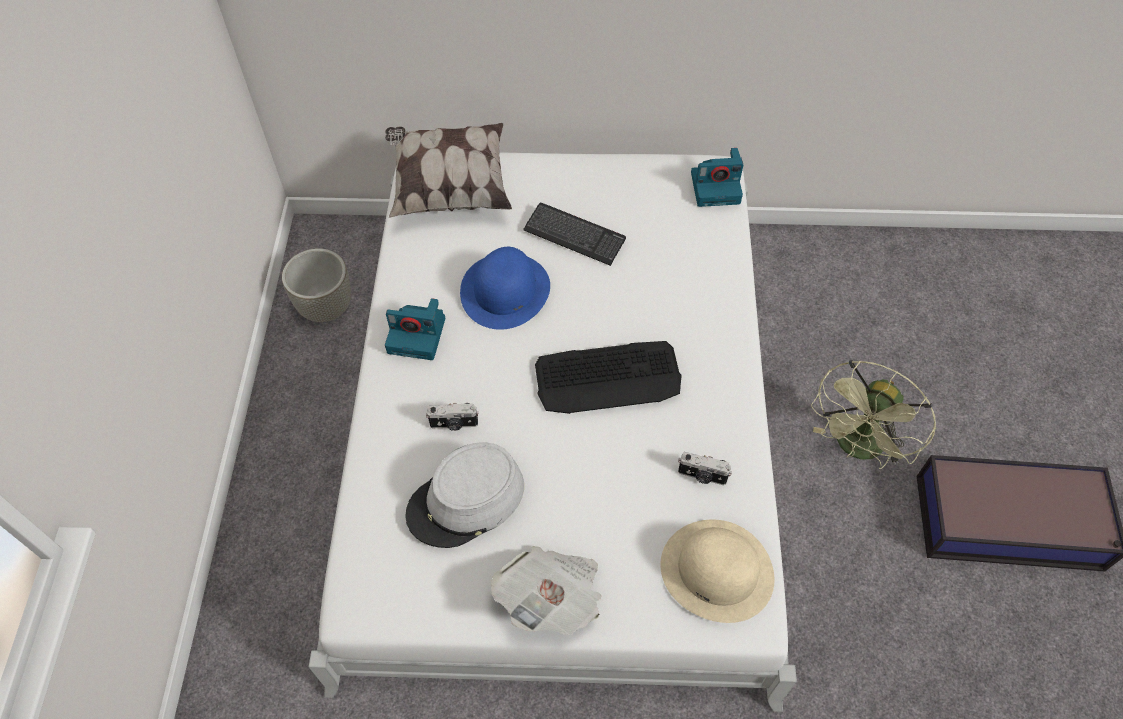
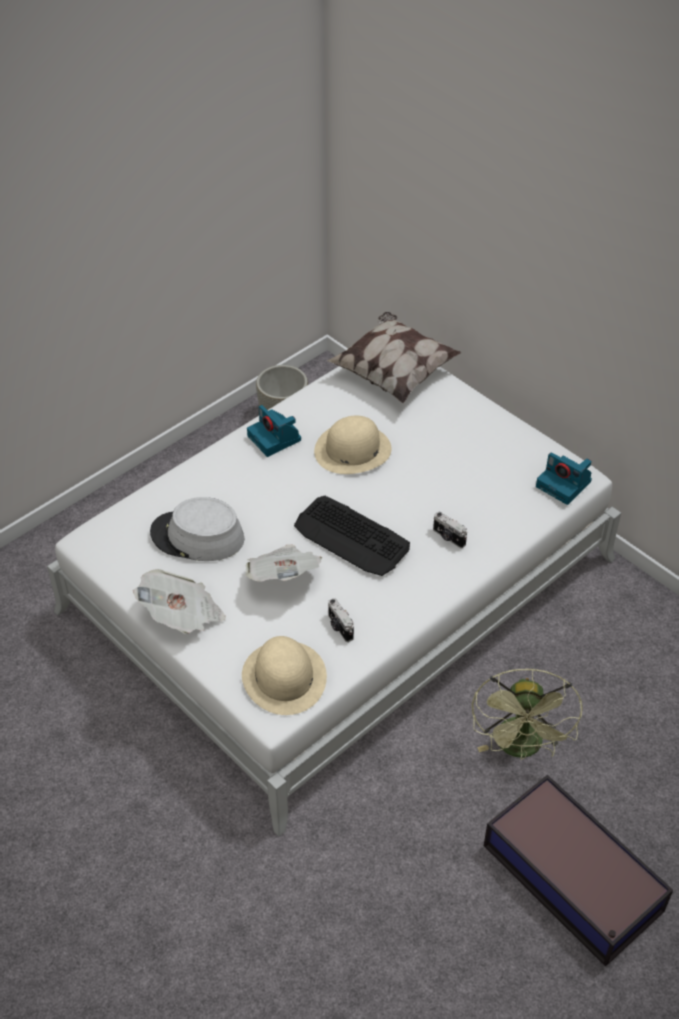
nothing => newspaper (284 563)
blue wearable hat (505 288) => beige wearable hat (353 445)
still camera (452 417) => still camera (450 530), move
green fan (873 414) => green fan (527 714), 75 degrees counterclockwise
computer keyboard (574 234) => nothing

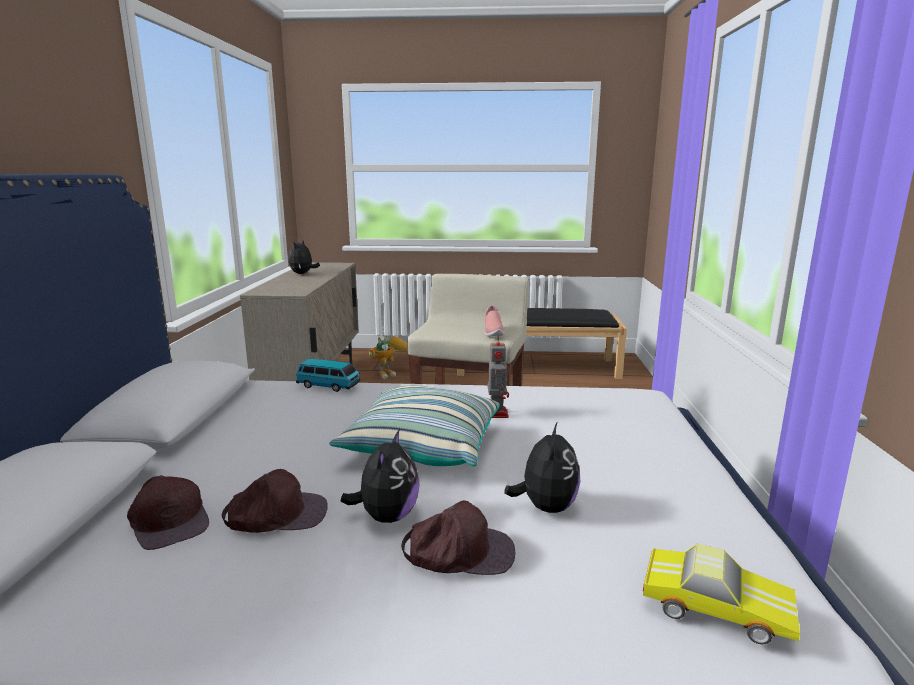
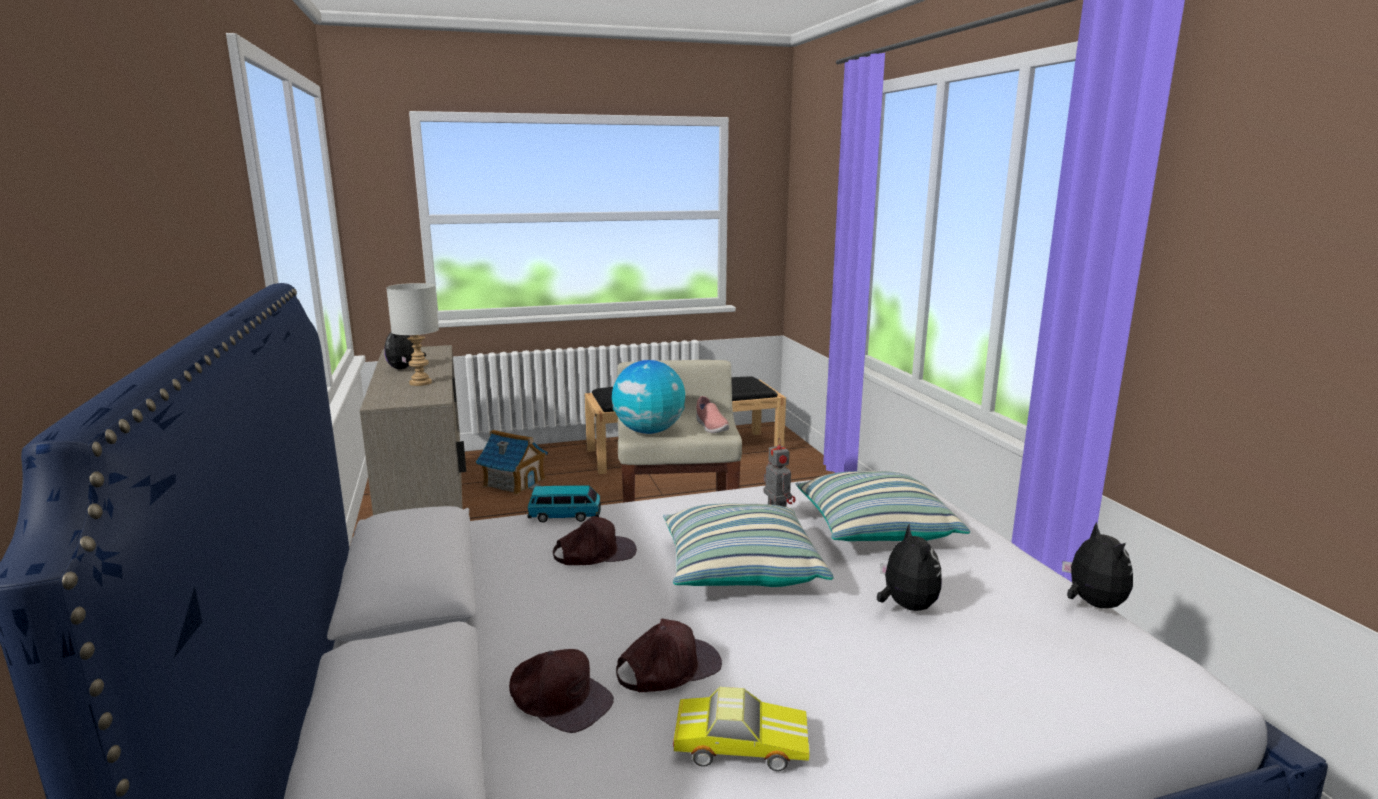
nothing => greyish table lamp (412 334)
model robot (388 357) => toy house (512 462)
brown baseball cap (458 537) => brown baseball cap (595 540), move
nothing => desk globe (648 397)
toy car (721 593) => toy car (741 729), move
nothing => cushion (883 506)
soft toy (380 476) => soft toy (1097 565), move

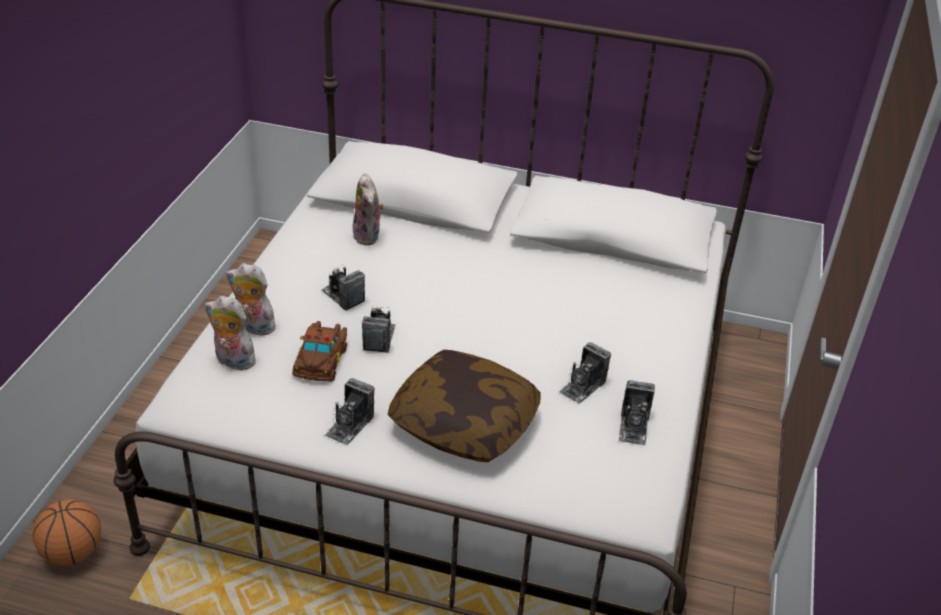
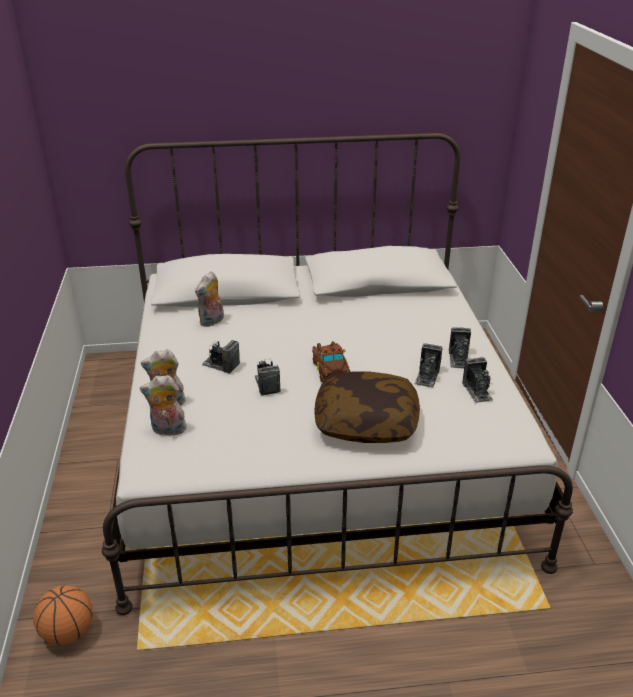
soft toy (368 209) => soft toy (209 299), 75 degrees clockwise
brown toy car (319 351) => brown toy car (331 362), move
still camera (349 411) => still camera (460 347), move

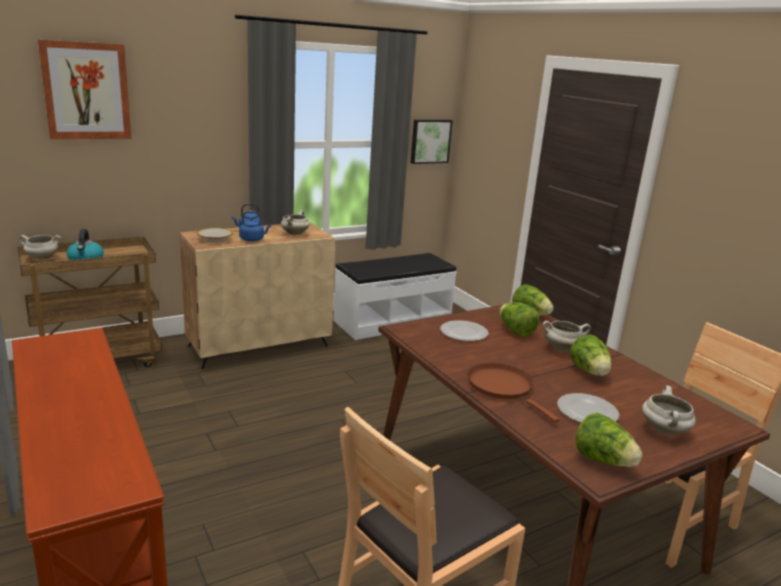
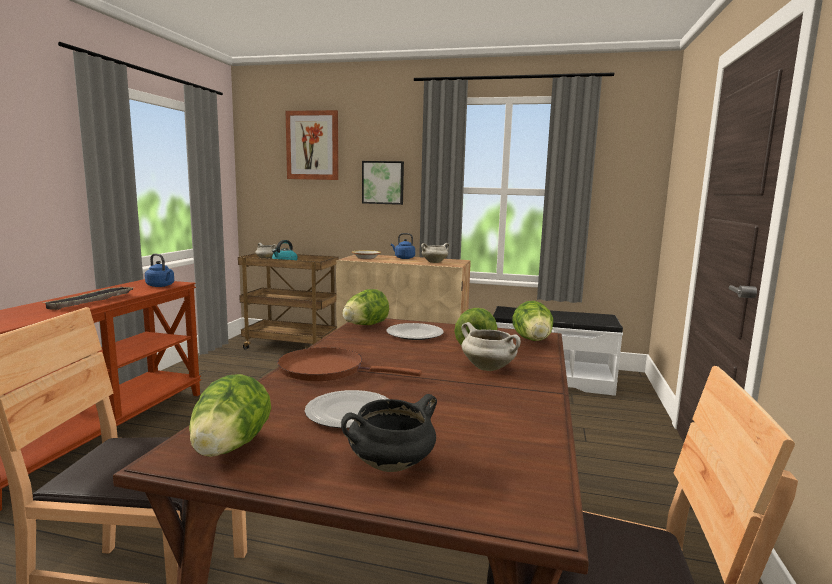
nothing => serving tray (88 298)
blue kettle (255 226) => blue kettle (159 270), move
brown skillet (513 393) => brown skillet (349 364), 90 degrees counterclockwise
white stockpot (669 410) => blackish stockpot (389 433)
head of lettuce (590 355) => head of lettuce (365 307), move
wall art (431 142) => wall art (383 183), move

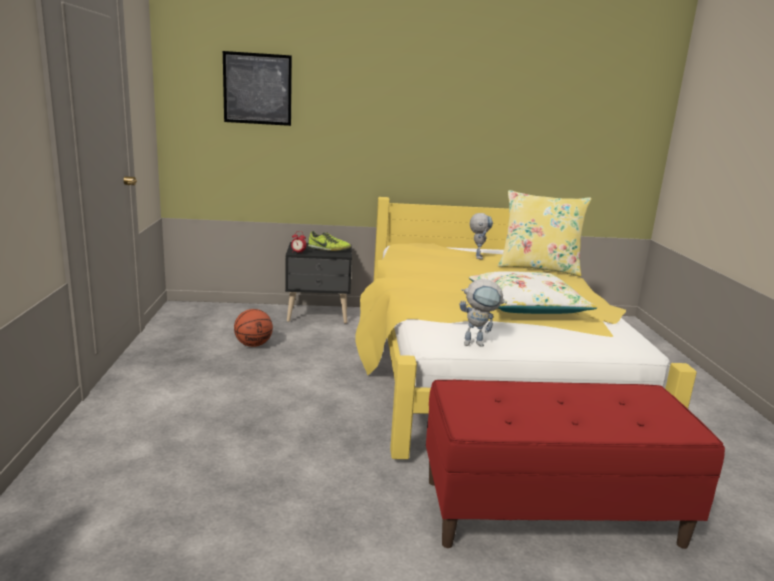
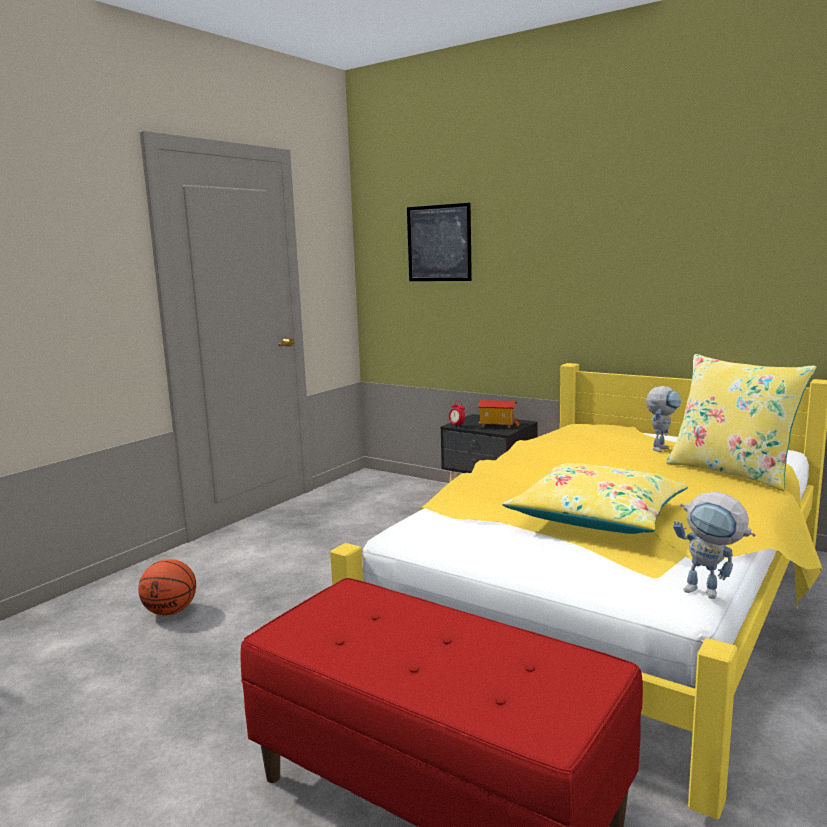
ball for basketball (253 328) => ball for basketball (167 587), move
low shoe (329 241) => toy house (499 414)
white cushion (533 292) => yellow-coloured cushion (595 498)
model robot (483 313) => model robot (714 545), move

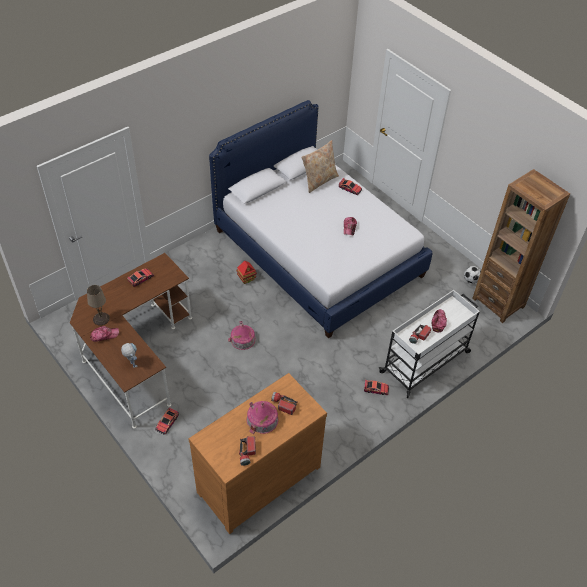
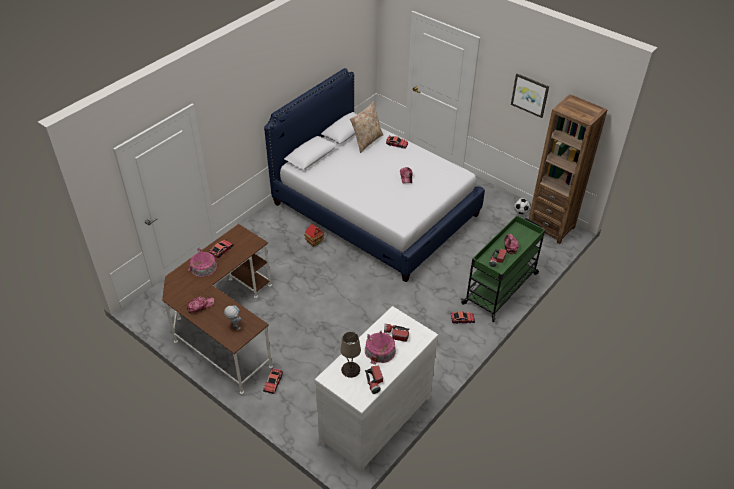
toy house (242 335) => toy house (202 262), move
brown dresser (257 453) => white dresser (376 389)
beige table lamp (98 305) => beige table lamp (350 355), move
white cart (429 344) => green cart (503 268)
nothing => wall art (530 95)

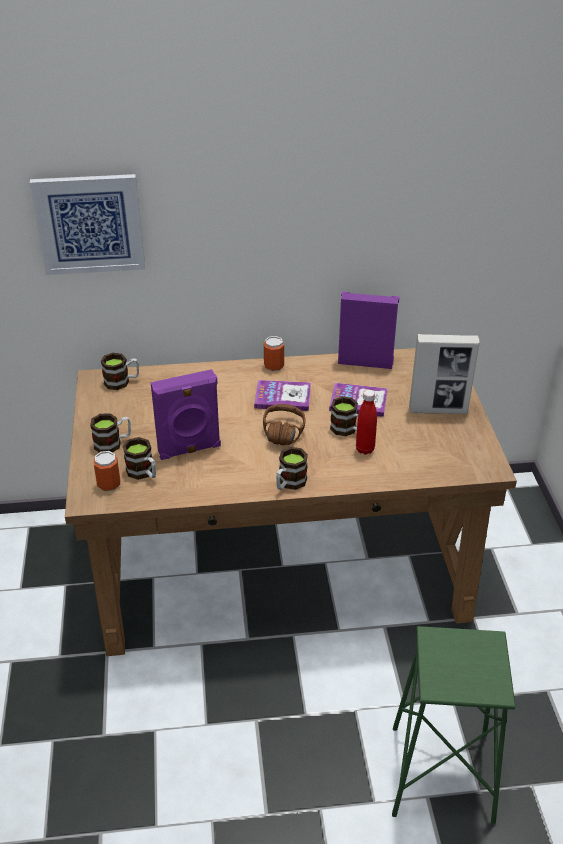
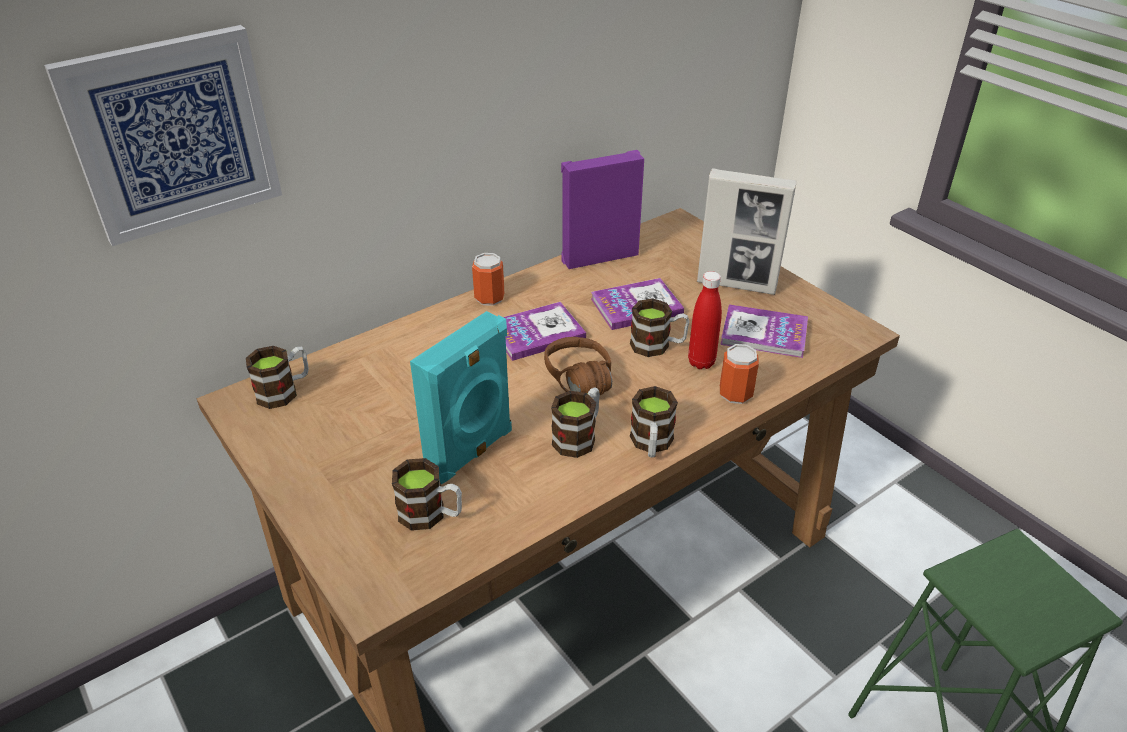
purplish speaker (186 414) => turquoise speaker (461 397)
coffee mug (110 433) => coffee mug (575 422), move
photo frame (444 374) => photo frame (747 231), 45 degrees clockwise
nothing => book (764 331)
metal can (107 471) => metal can (739 374), move

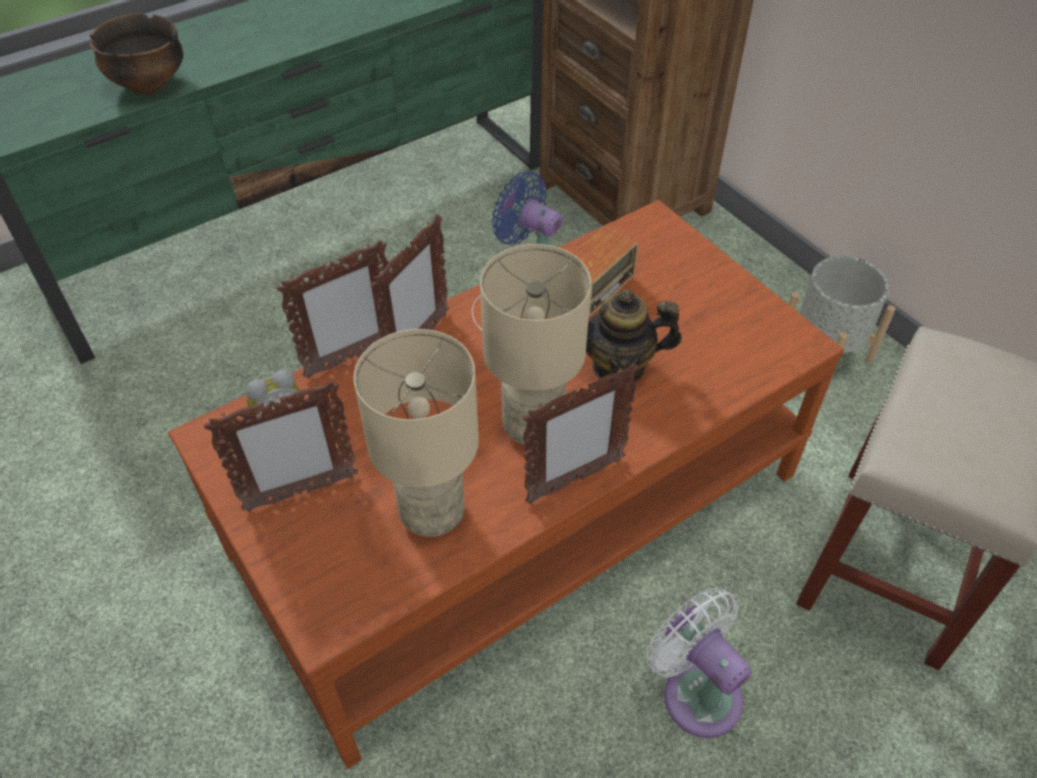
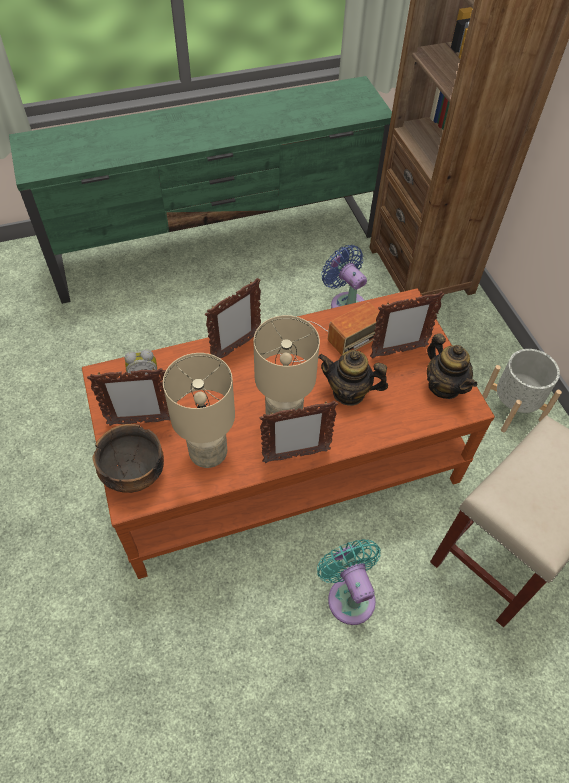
serving bowl (136 54) => serving bowl (128 458), move
white fan (698 663) => turquoise fan (349 582)
photo frame (332 309) => photo frame (407 324), move
nothing => teapot (452 366)

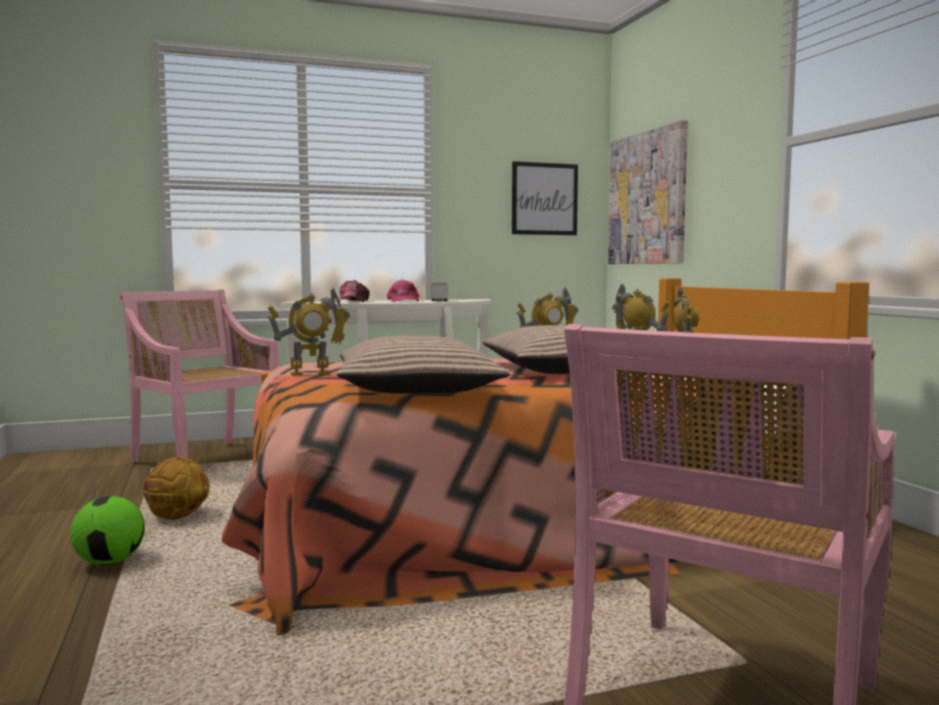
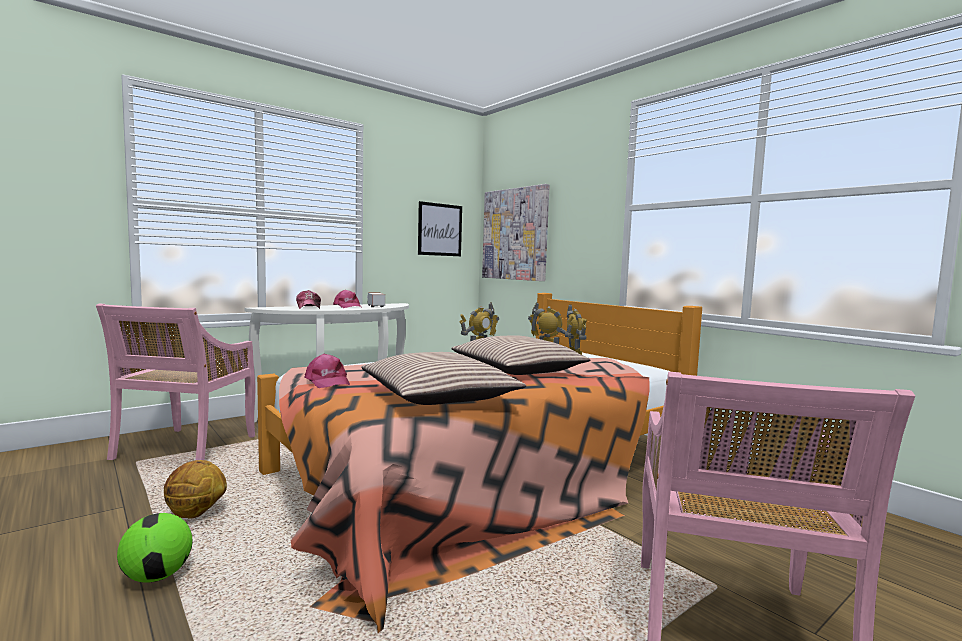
pinkish chair (200 375) => pinkish chair (175 382), 105 degrees counterclockwise
model robot (309 331) => pinkish baseball cap (327 371)

